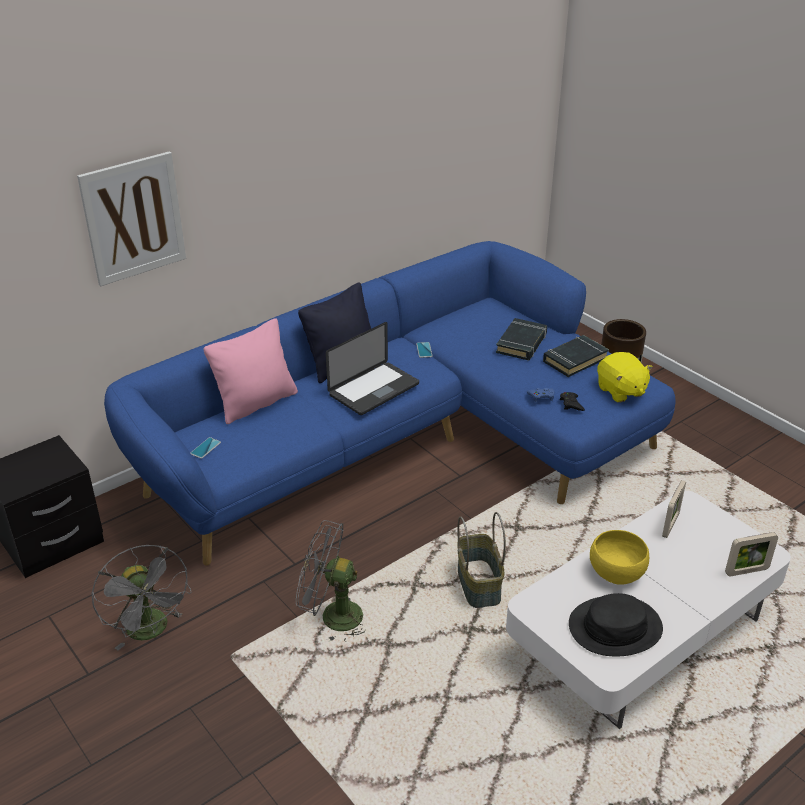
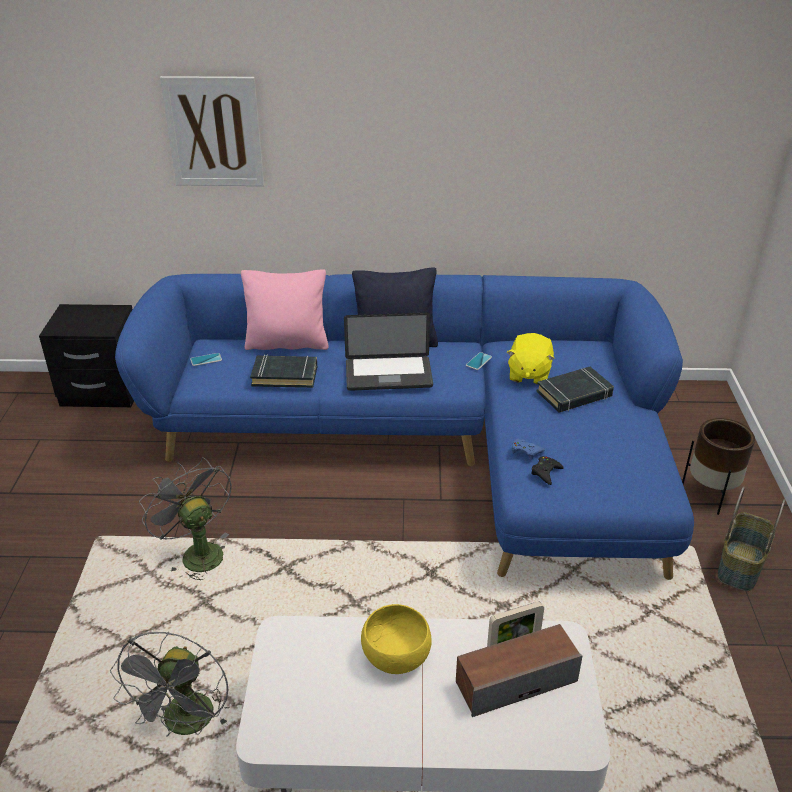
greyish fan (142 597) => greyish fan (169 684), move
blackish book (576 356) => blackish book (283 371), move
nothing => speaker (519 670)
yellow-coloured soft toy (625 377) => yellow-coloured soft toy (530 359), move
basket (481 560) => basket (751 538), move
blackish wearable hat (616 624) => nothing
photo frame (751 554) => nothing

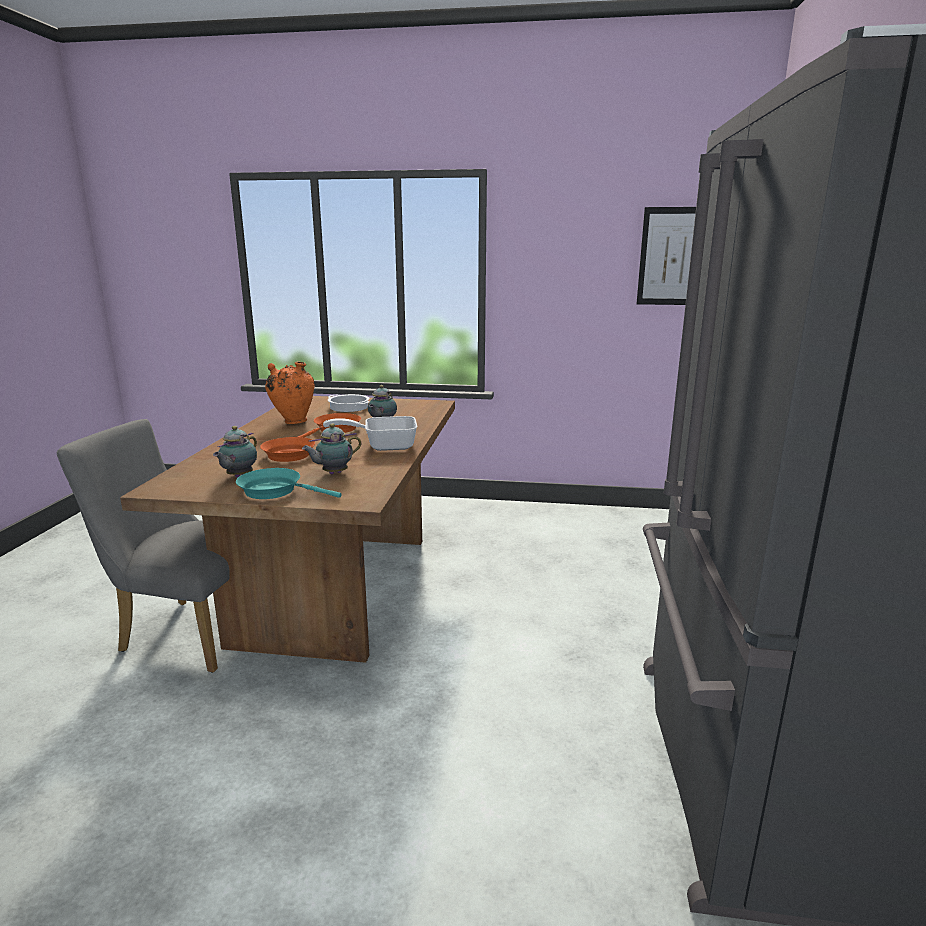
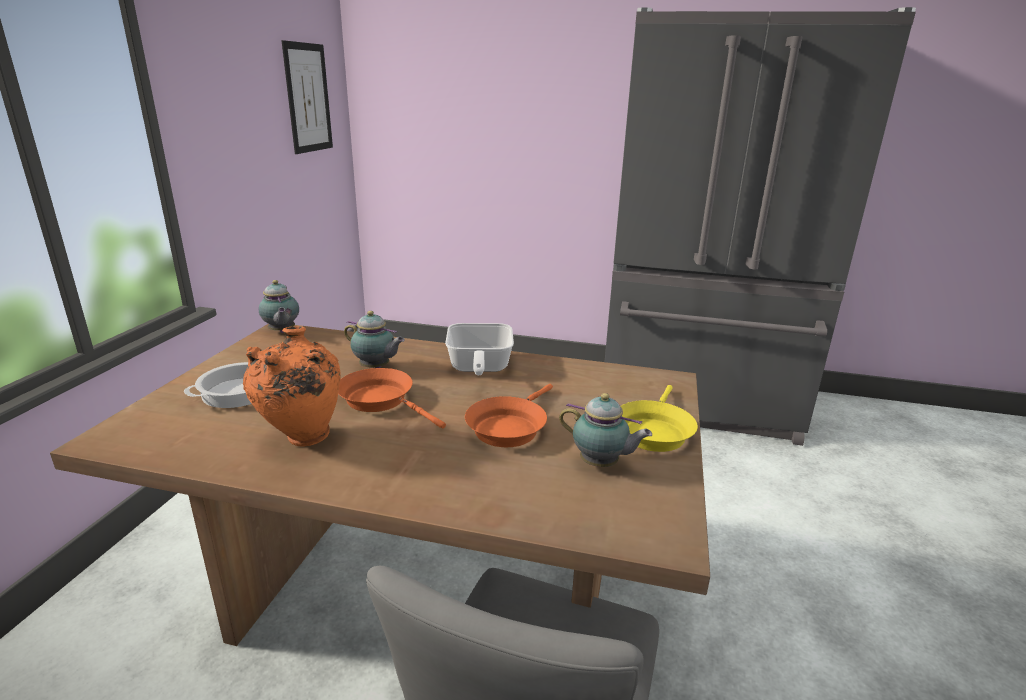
teapot (331 449) => teapot (279 306), move
turquoise skillet (288 483) => yellow-coloured skillet (659 418)

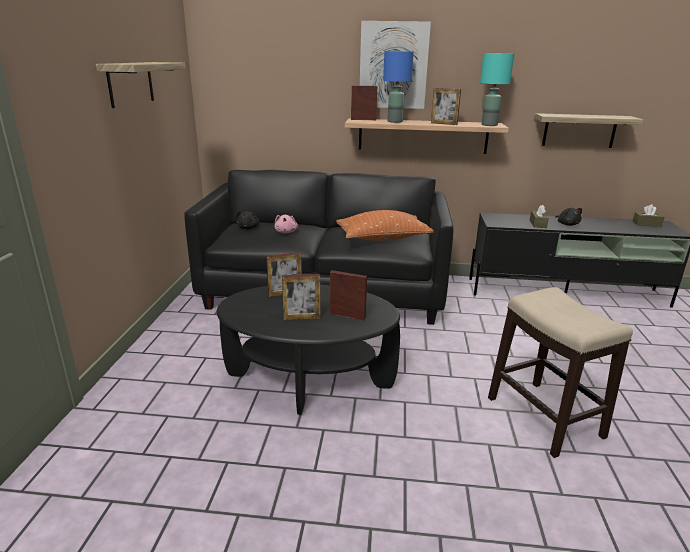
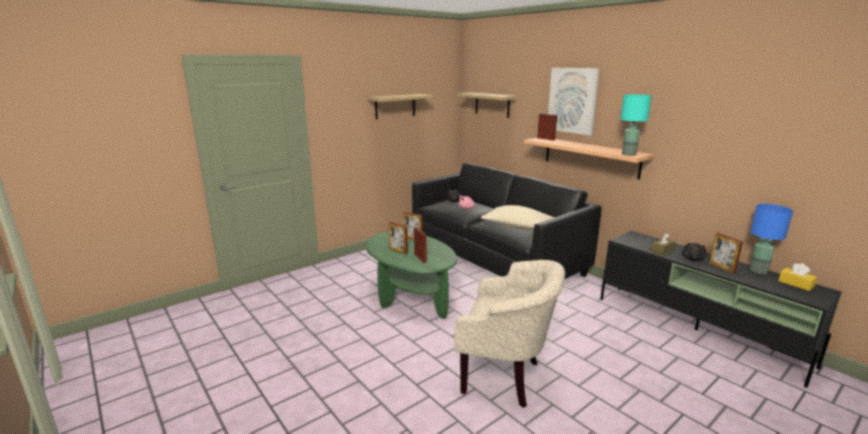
blackish lounge table (308 350) => green lounge table (411 275)
stool seat (560 372) => beige armchair (509 334)
wall shelf (589 130) => wall shelf (487 105), move
orangey cushion (385 225) => beige cushion (518 217)
photo frame (446 106) => photo frame (726 253), move
blue table lamp (398 87) => blue table lamp (771 239), move
brown box of tissues (648 216) => yellow-coloured box of tissues (797 277)

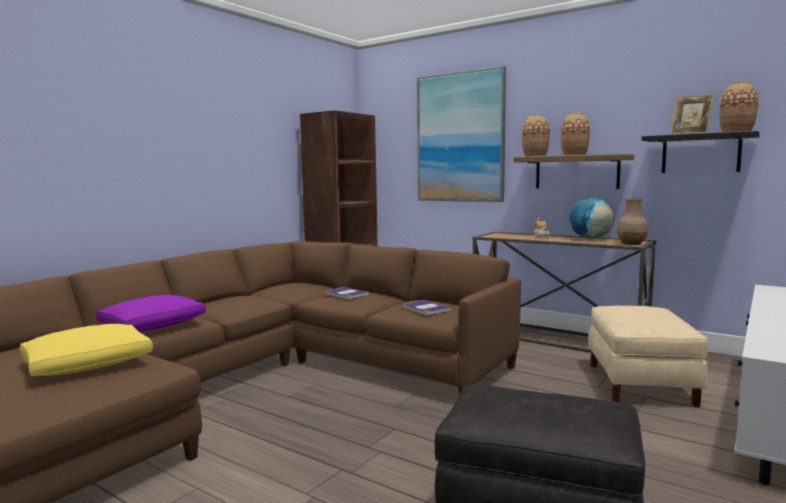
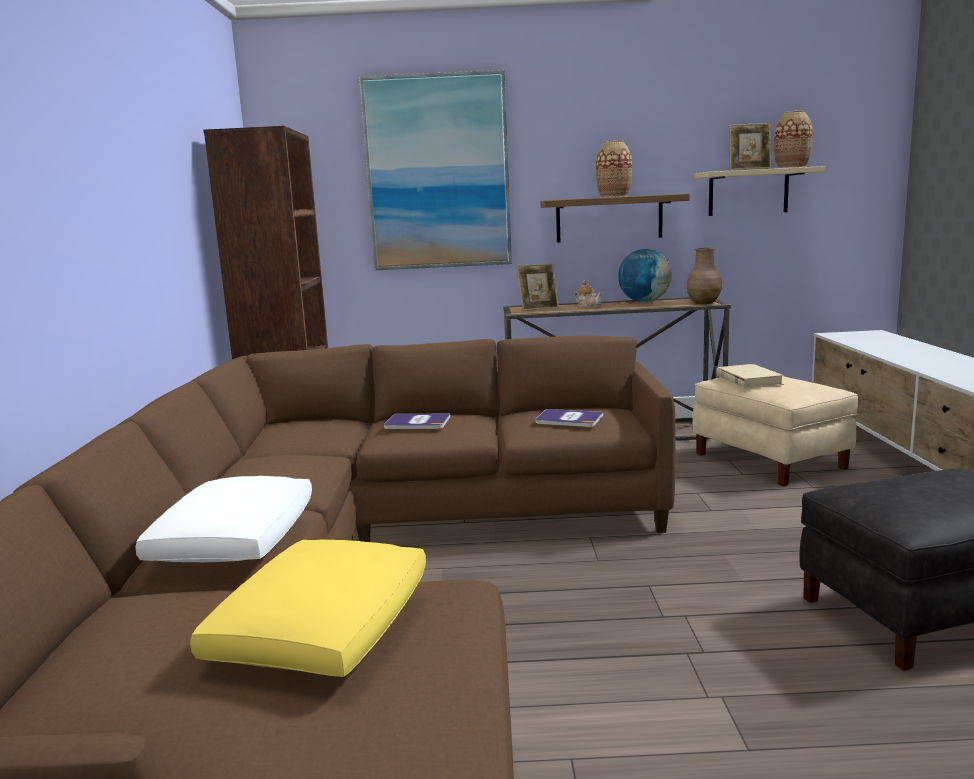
purplish cushion (151 313) => white cushion (223 519)
nothing => photo frame (537 287)
blackish wall shelf (700 152) => beige wall shelf (759 191)
nothing => beige book (750 376)
flower vase (536 136) => nothing

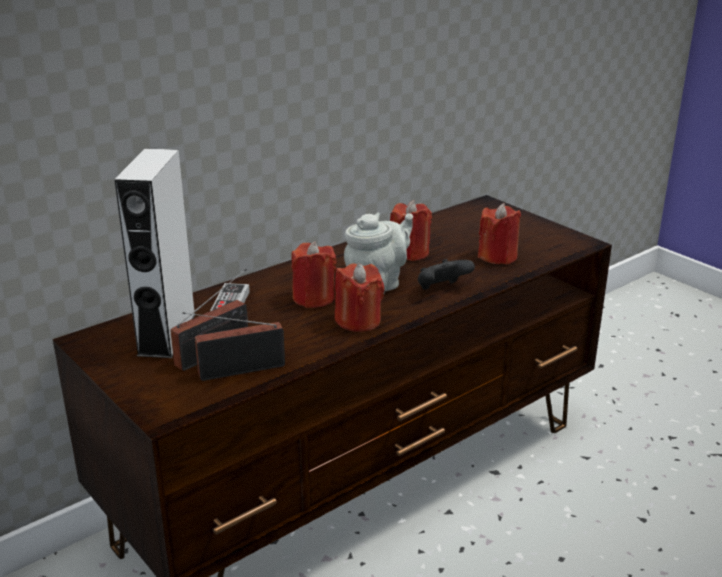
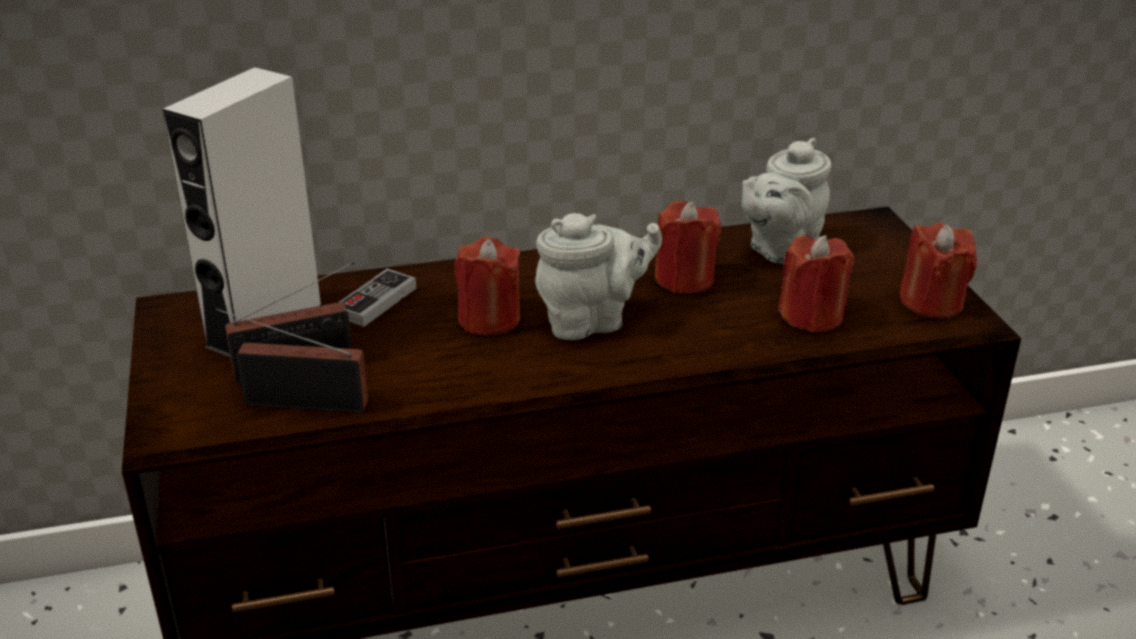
nothing => greyish teapot (786 201)
reddish wax light (359 297) => reddish wax light (938 270), move
blackish gamepad (446 274) => nothing

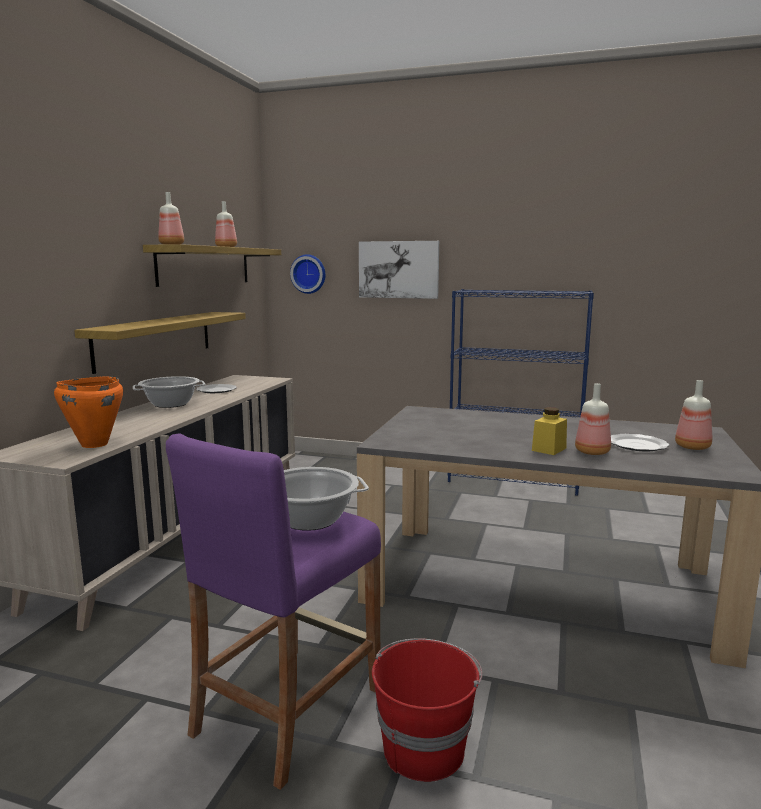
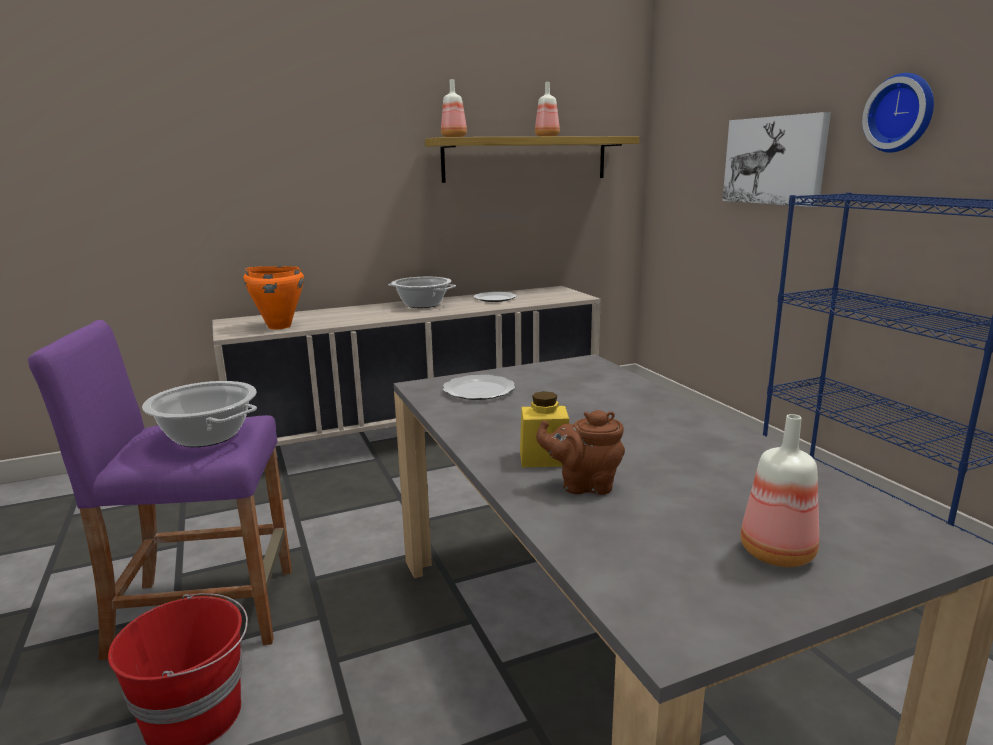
plate (640 442) => plate (479 387), move
beverage bottle (593 419) => brown teapot (580 452)
hanging clock (308 274) => hanging clock (898 113), move
wall shelf (160 343) => nothing

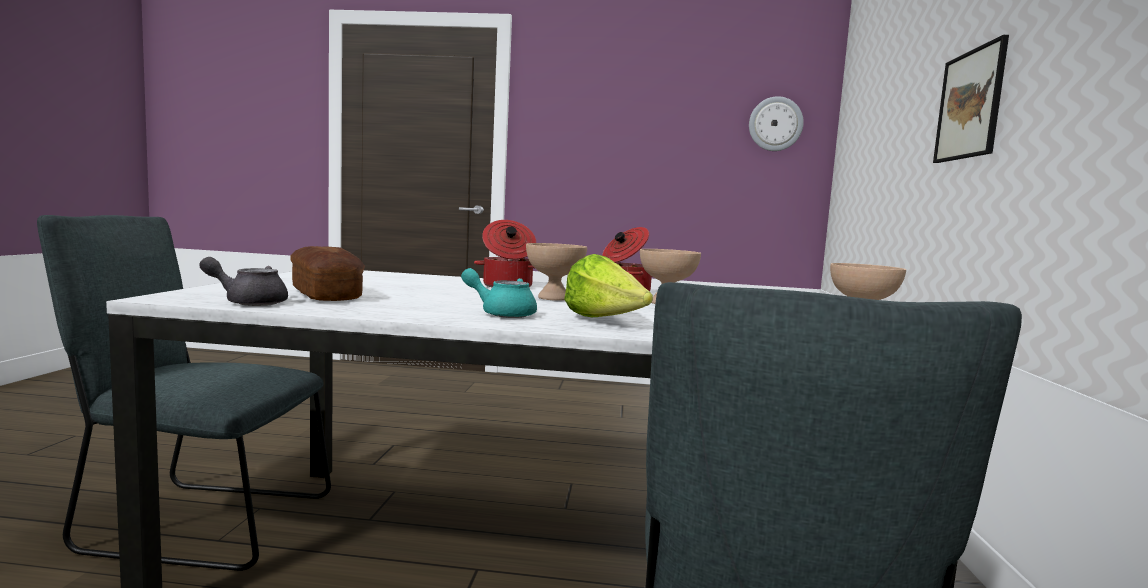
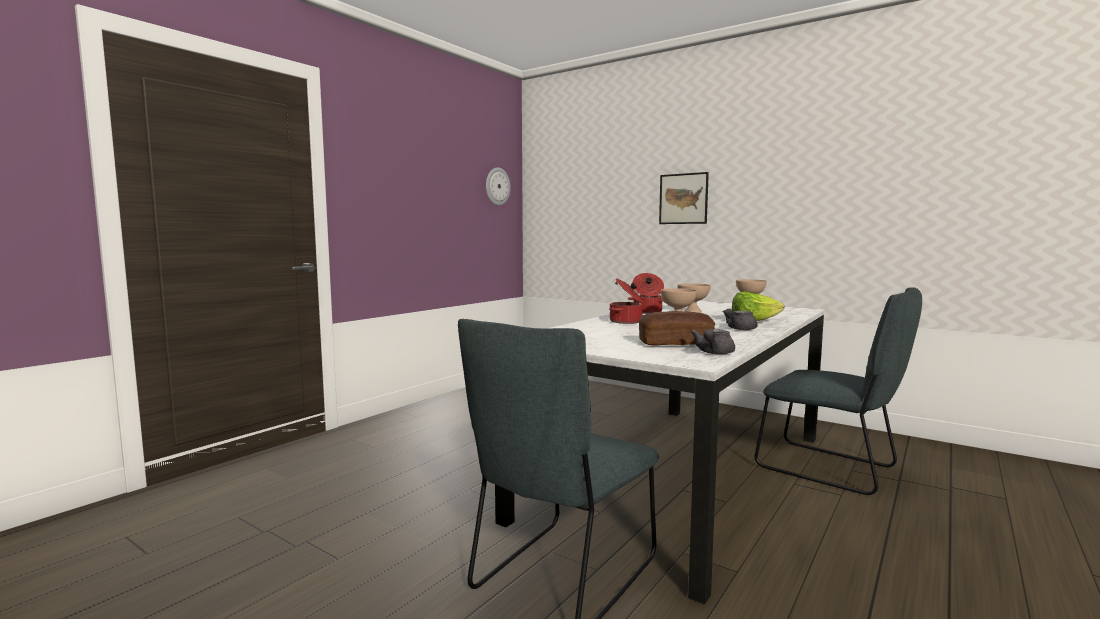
turquoise teapot (499 293) => greyish teapot (740 319)

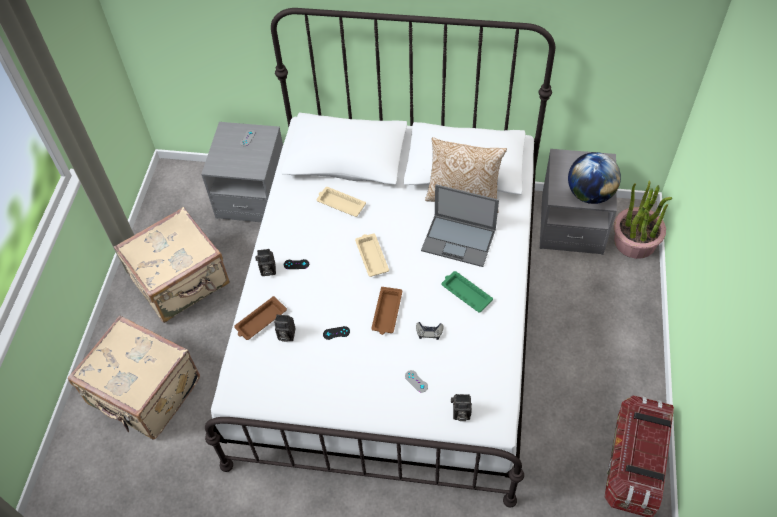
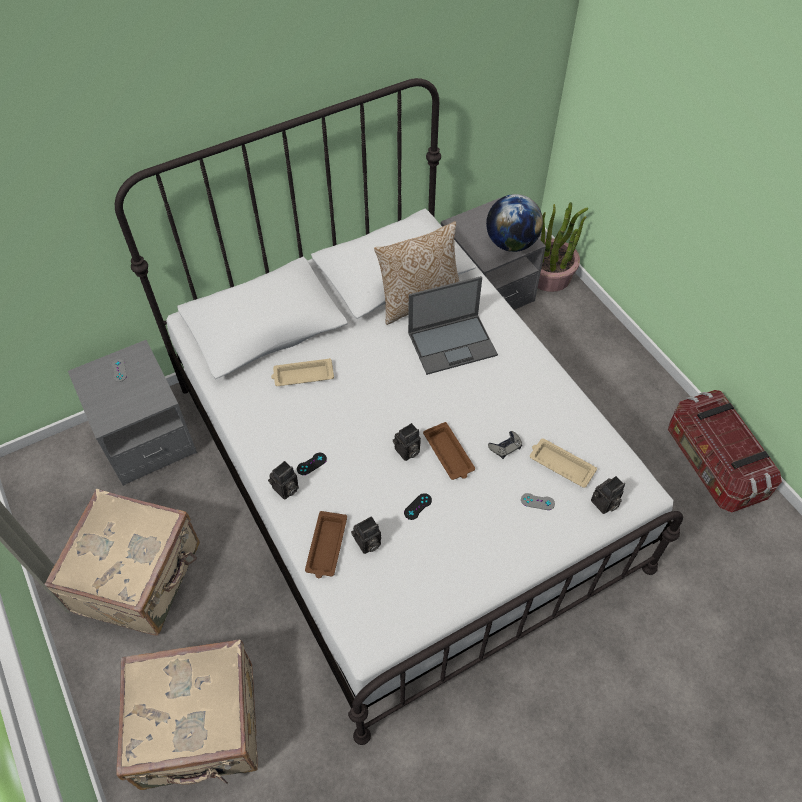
nothing => still camera (407 442)
beige serving tray (372 255) => beige serving tray (563 463), move
green serving tray (467 292) => nothing

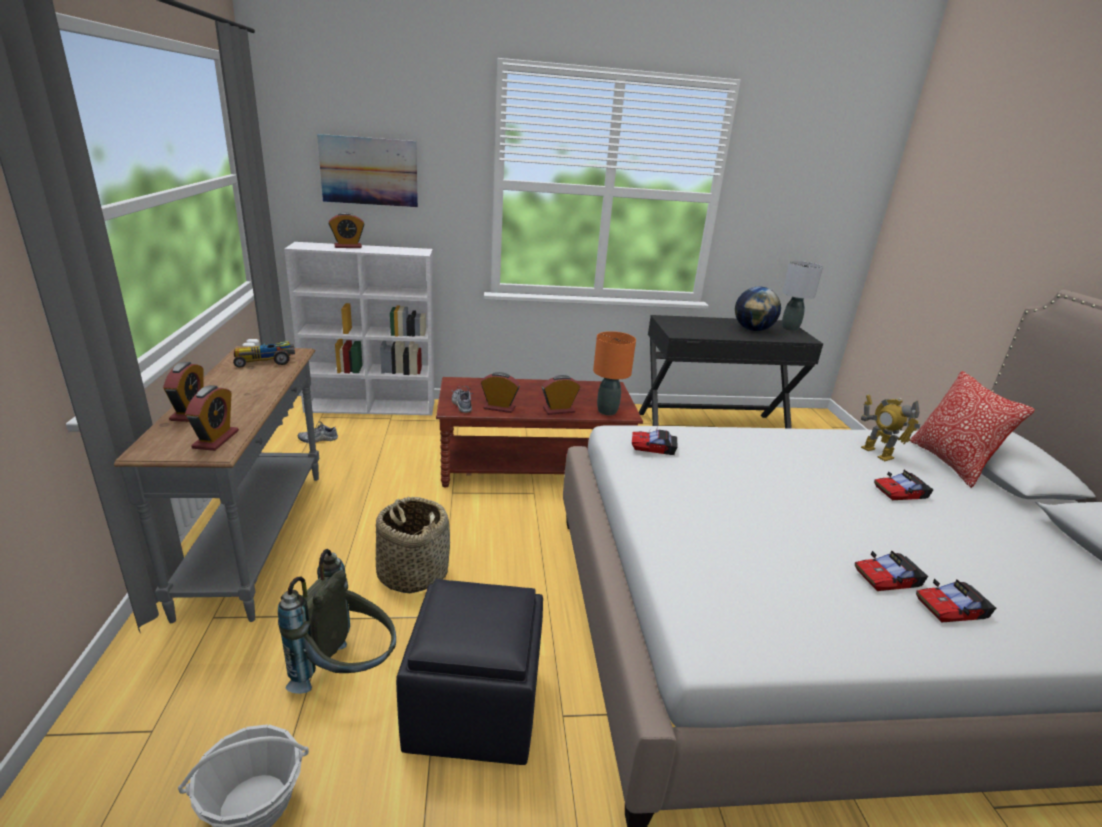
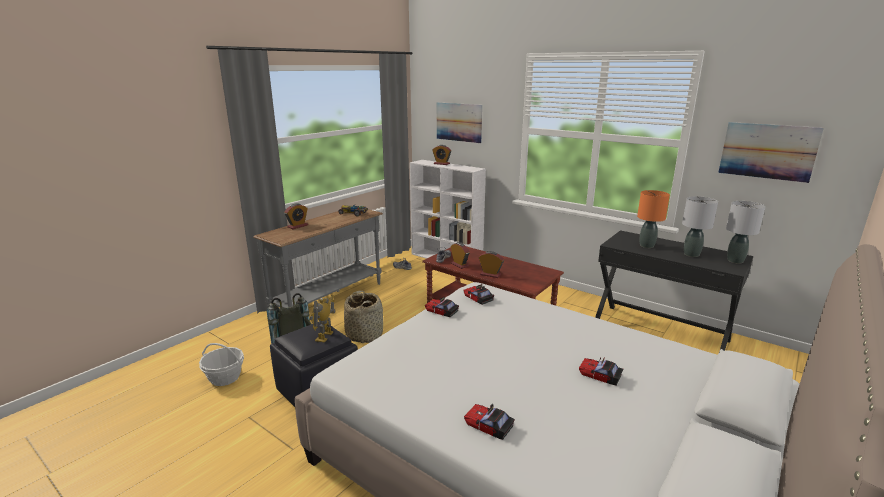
model robot (890 428) => model robot (323 319), move
toy car (891 570) => toy car (442 306), move
orangey table lamp (614 373) => orangey table lamp (653 219), move
desk globe (758 309) => greyish table lamp (700 226)
nothing => wall art (771 152)
alarm clock (212 418) => nothing
cushion (972 429) => nothing

